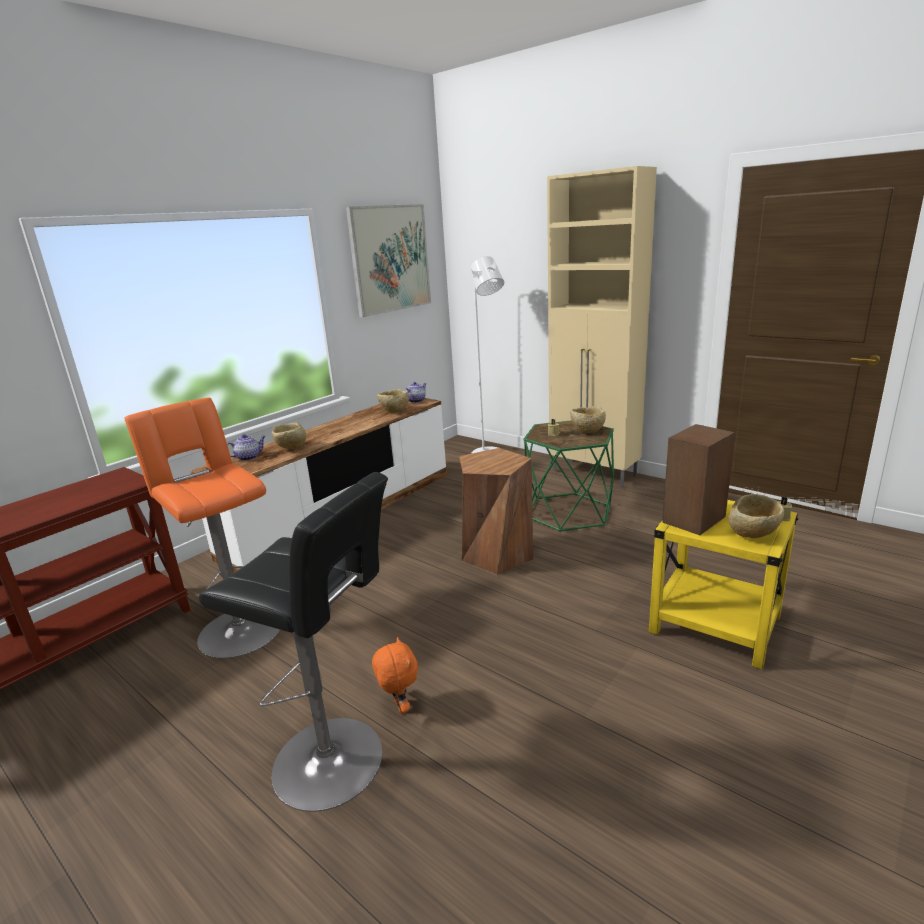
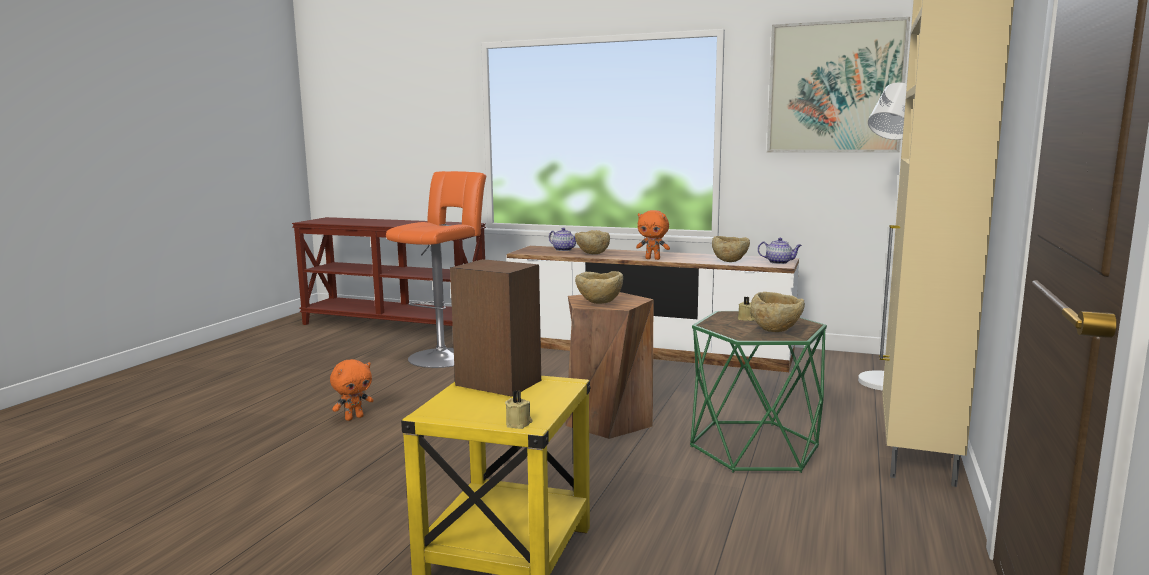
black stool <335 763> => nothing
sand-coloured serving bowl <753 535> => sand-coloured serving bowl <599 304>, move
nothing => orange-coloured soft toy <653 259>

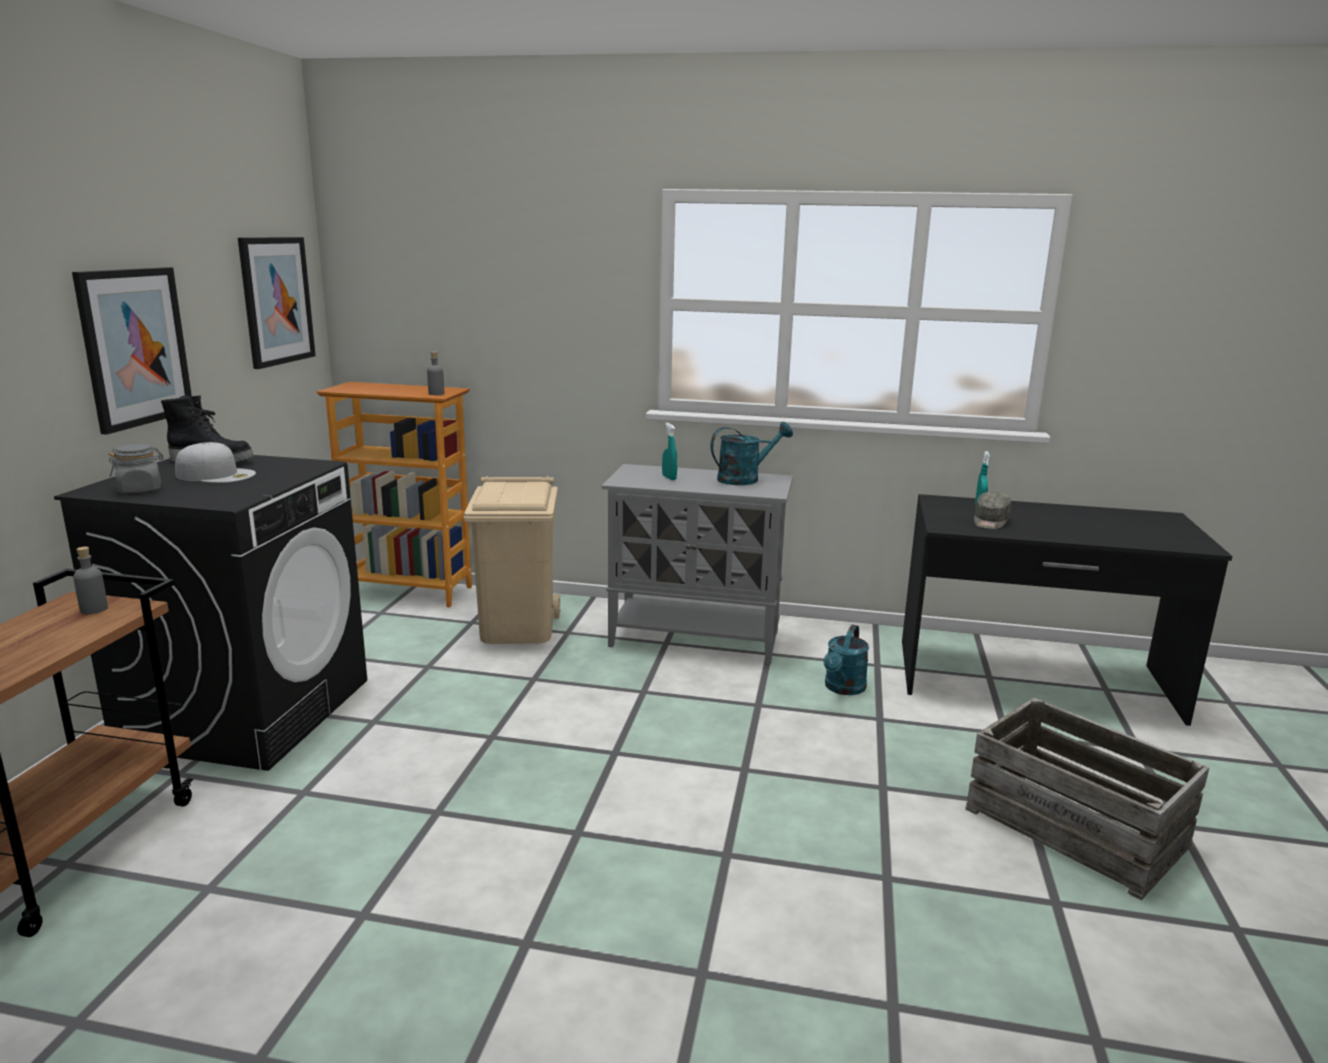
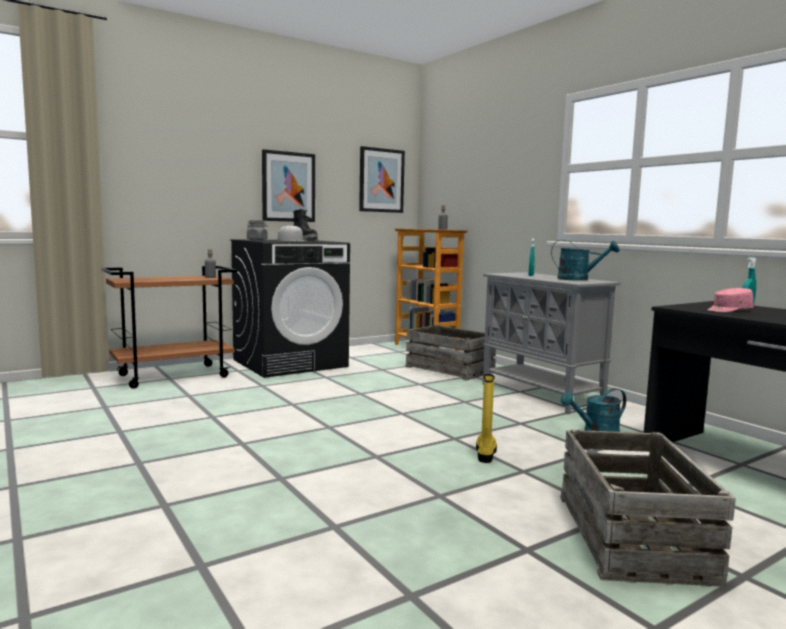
sand-coloured trash can <518 628> => packing crate <450 369>
gray baseball cap <990 521> => pink baseball cap <728 310>
nothing => yellow-coloured tall boot <485 453>

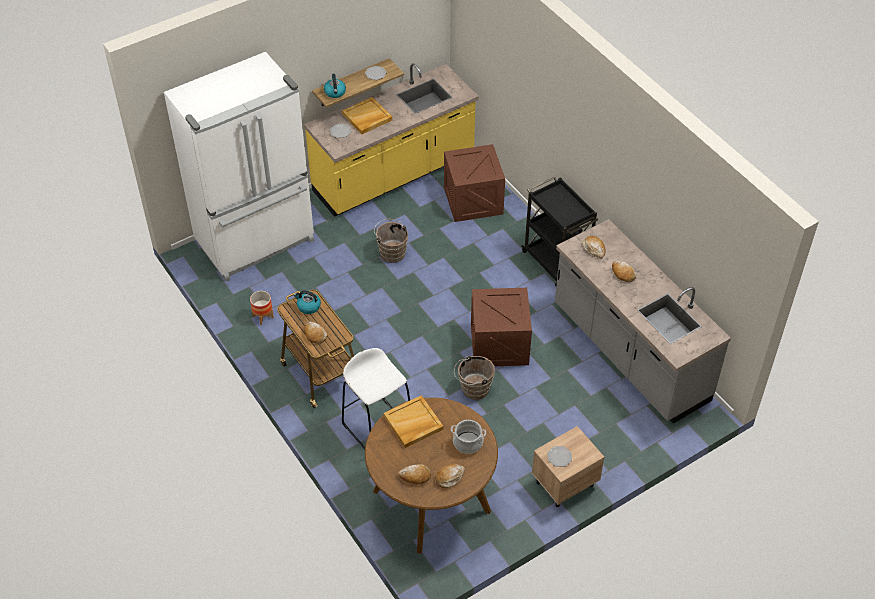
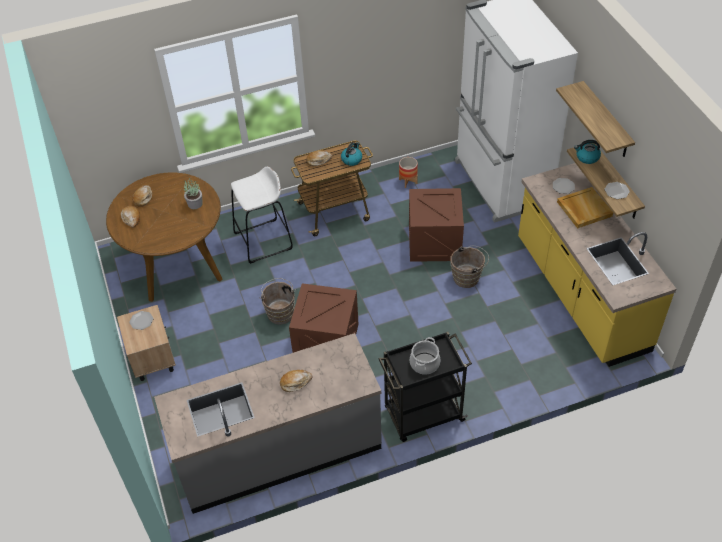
packing crate <473 200> => packing crate <434 242>, move
bakery bread <594 249> => nothing
sand-coloured tray <413 423> => potted plant <194 204>
saucepot <467 443> => saucepot <424 363>, move
nothing => shelf <606 121>

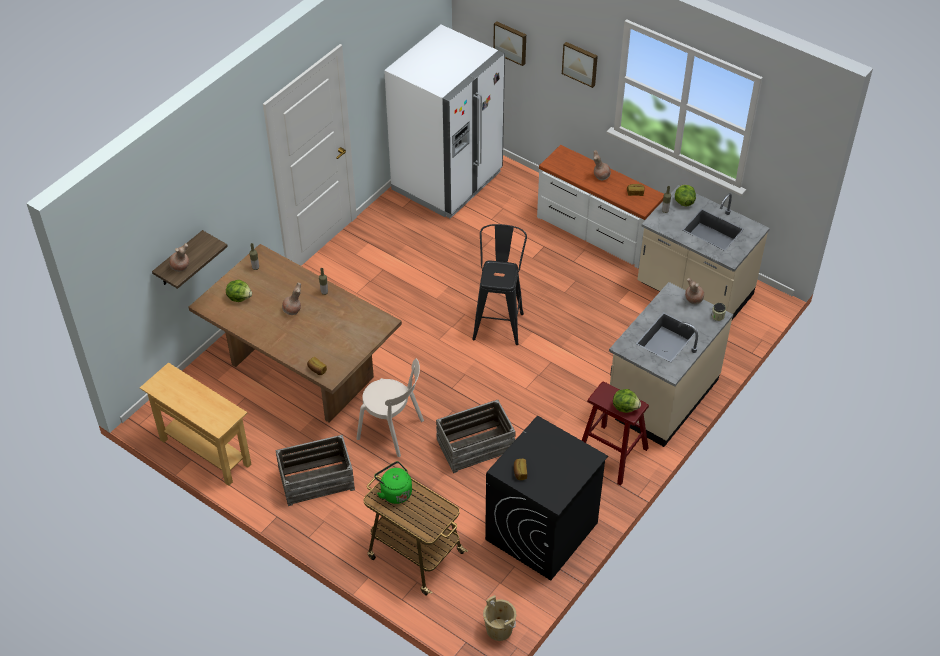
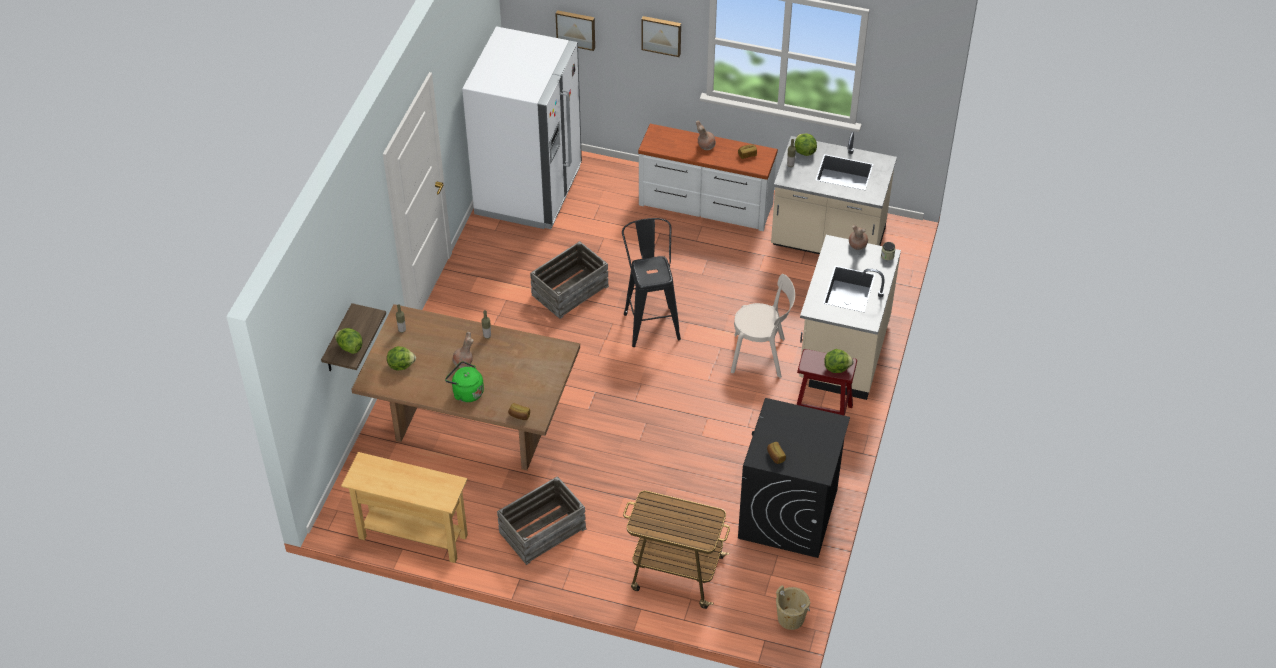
brown-coloured decorative vase <180 267> => head of lettuce <349 347>
sand-coloured chair <393 431> => sand-coloured chair <761 356>, move
packing crate <475 445> => packing crate <569 290>, move
green water kettle <394 492> => green water kettle <466 392>, move

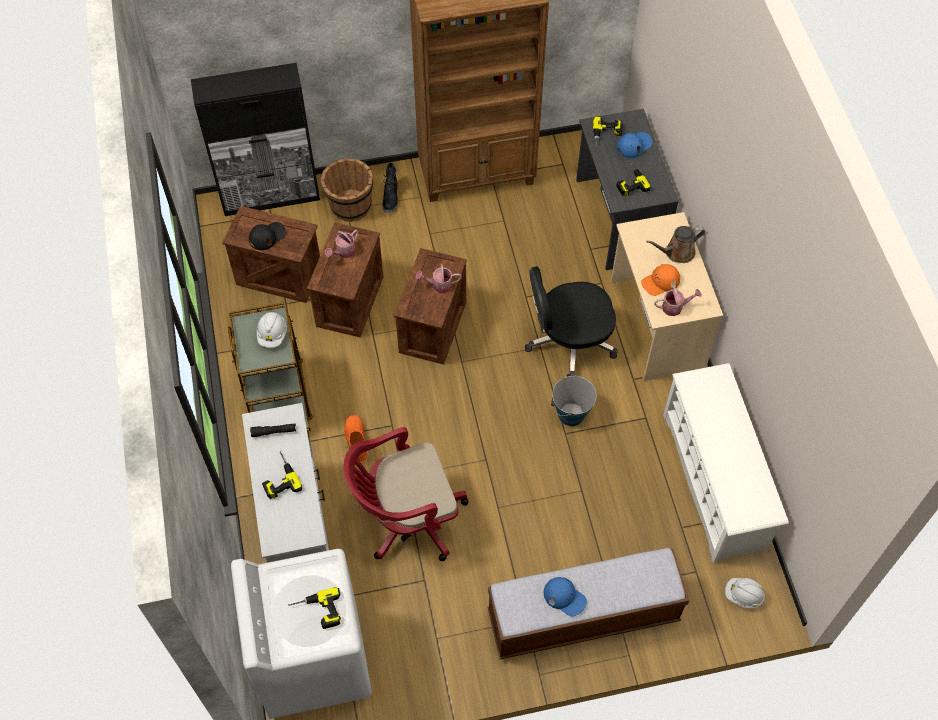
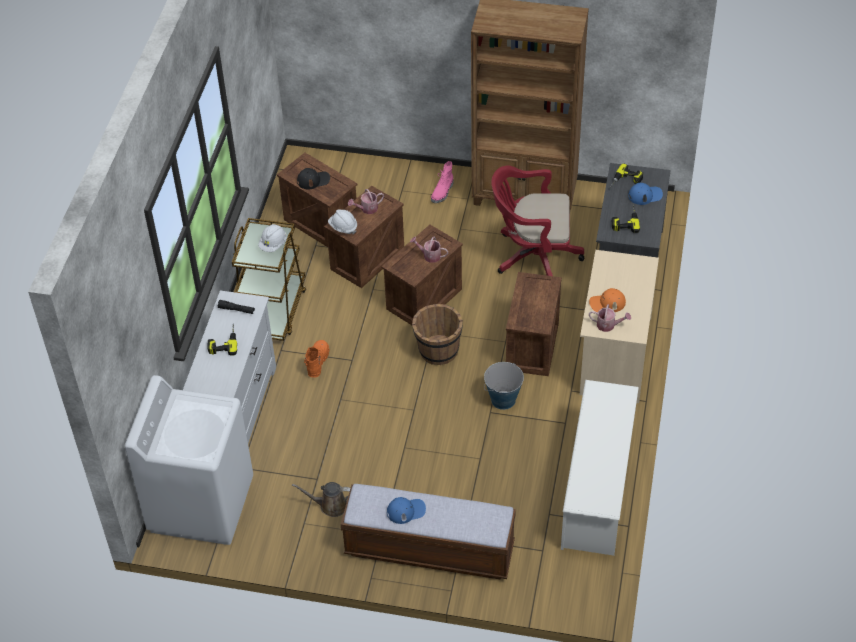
black cupboard <271 196> => nothing
brown-coloured bucket <350 206> => brown-coloured bucket <438 351>, move
black tall boot <391 198> => pink tall boot <443 192>
brown-coloured watering can <677 252> => brown-coloured watering can <330 505>, move
black computer chair <569 342> => packing crate <531 346>
red computer chair <406 519> => red computer chair <532 256>, move
blue baseball cap <564 597> => blue baseball cap <406 511>, 75 degrees counterclockwise
whitish hard hat <743 596> => whitish hard hat <343 227>, move
drill <317 612> => nothing

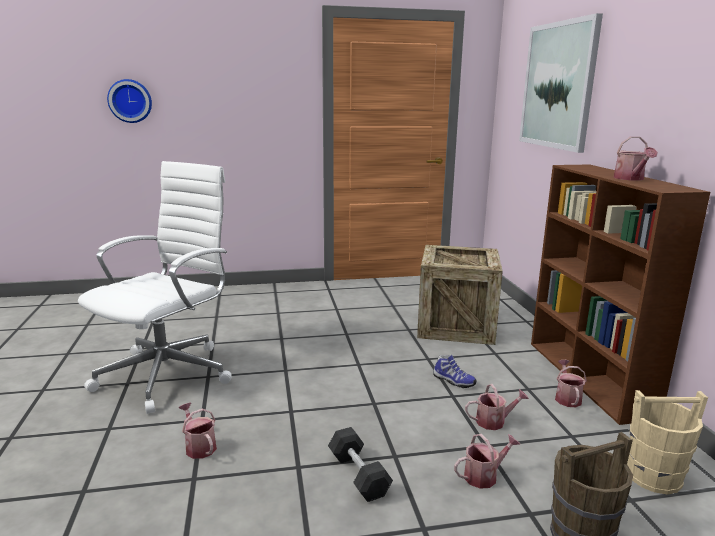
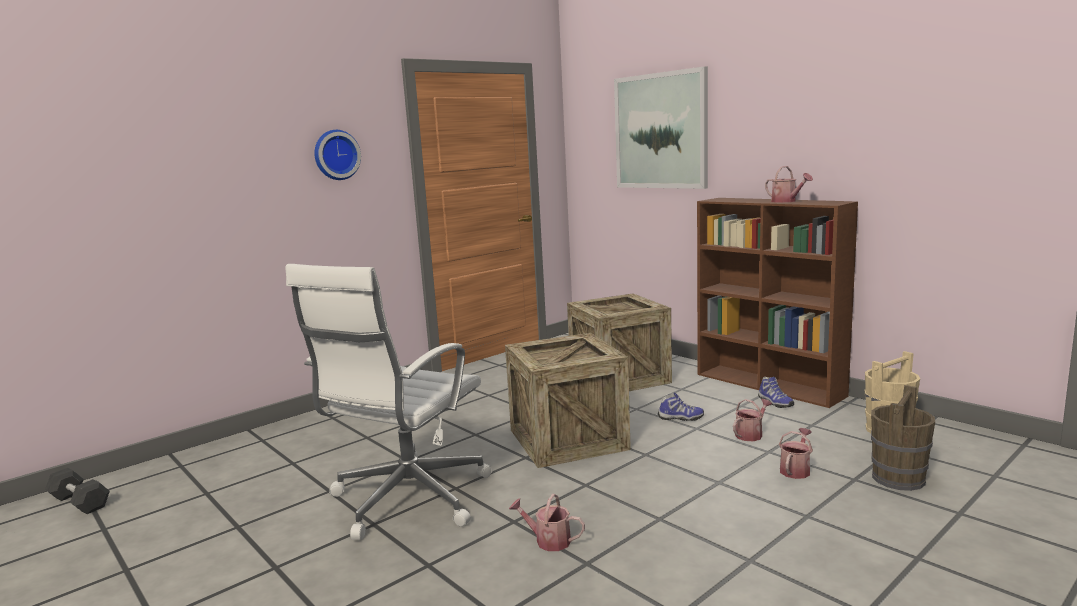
wall clock <130 101> => wall clock <336 155>, move
whitish computer chair <169 373> => whitish computer chair <407 500>, 150 degrees counterclockwise
watering can <567 397> => low shoe <774 402>
black free weight <358 475> => black free weight <79 502>, move
nothing => packing crate <568 439>

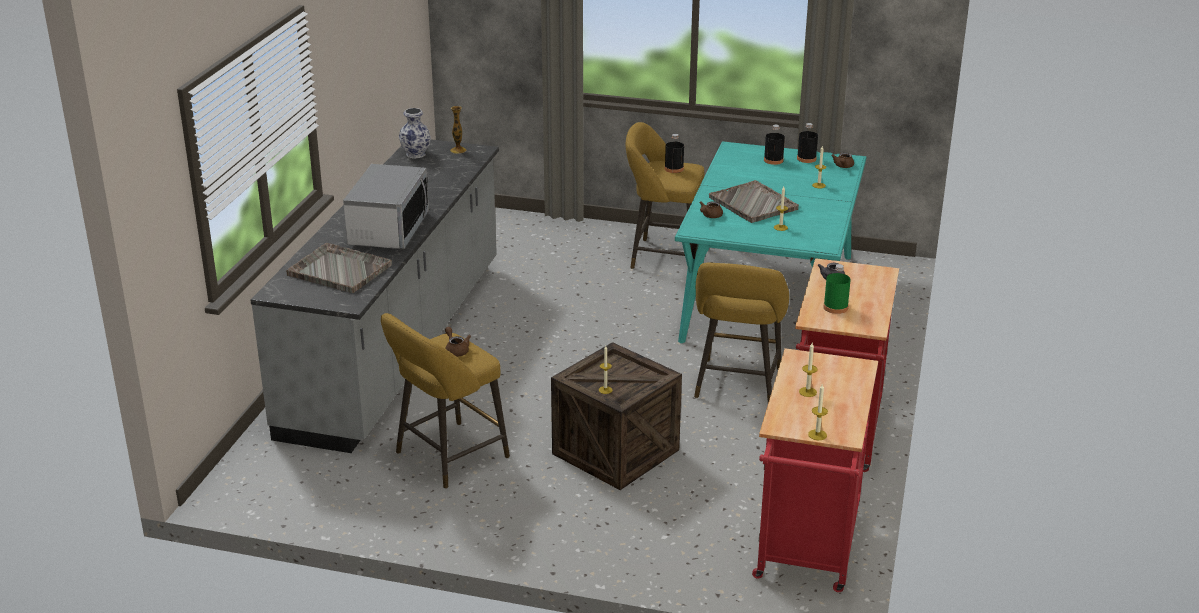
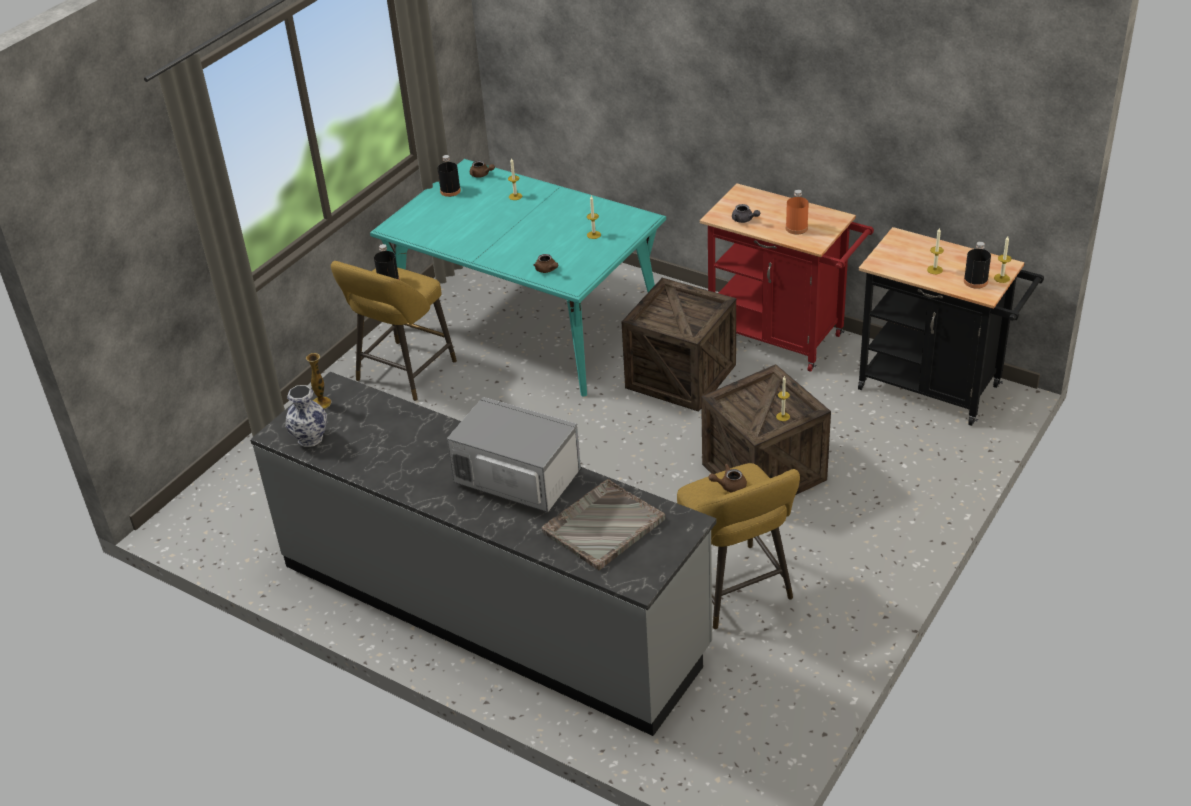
black drink bottle <773 160> => black drink bottle <975 281>, move
gray tray <753 204> => nothing
yellow-coloured stool <737 387> => packing crate <680 376>
green drink bottle <835 307> => orange-coloured drink bottle <796 228>
red wheeled cart <807 548> => black wheeled cart <938 389>

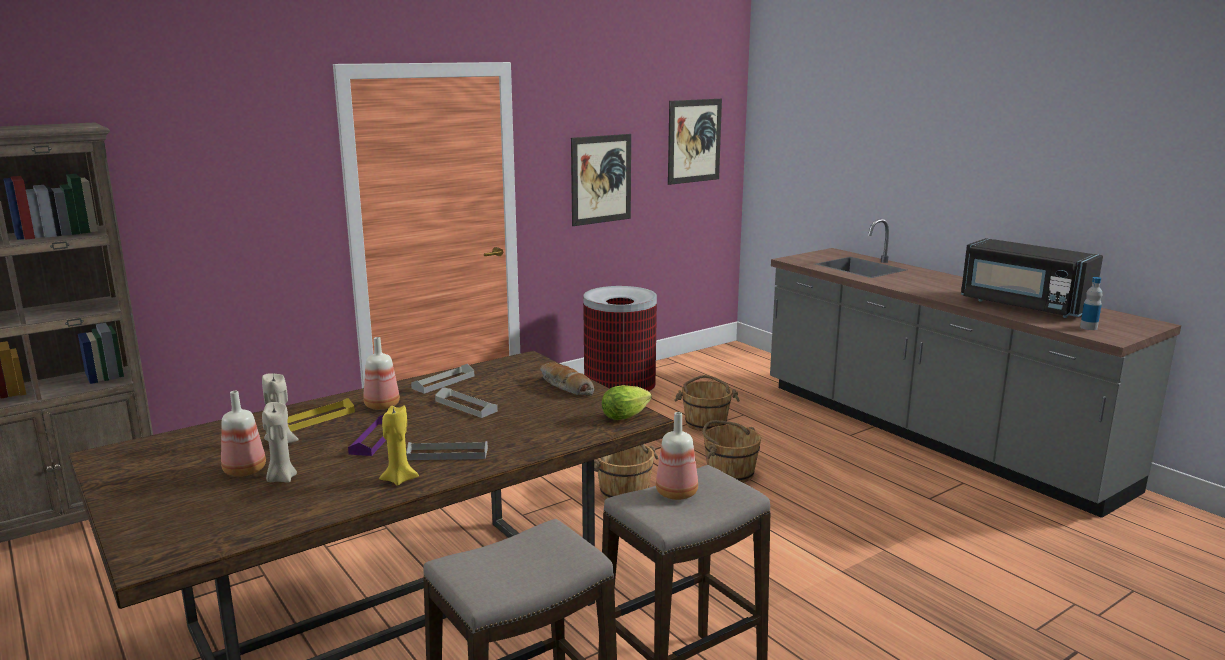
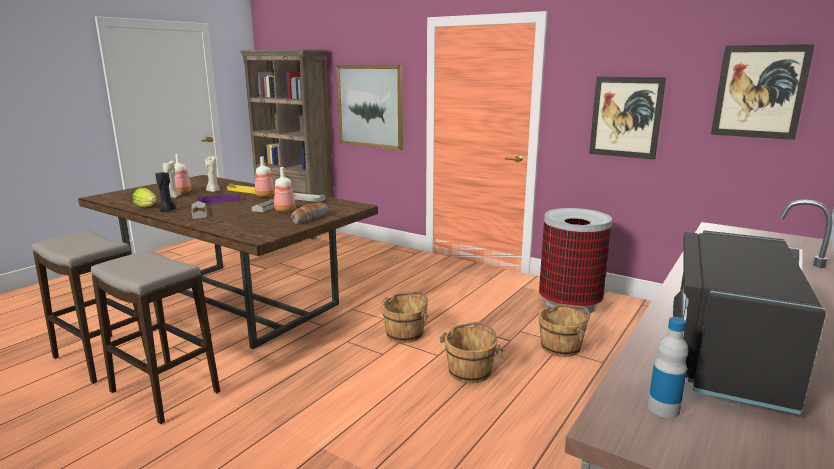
head of lettuce <627 416> => head of lettuce <147 207>, move
yellow-coloured candle <399 479> => black candle <168 210>
drink bottle <677 493> => drink bottle <285 210>, move
nothing => wall picture <370 106>

